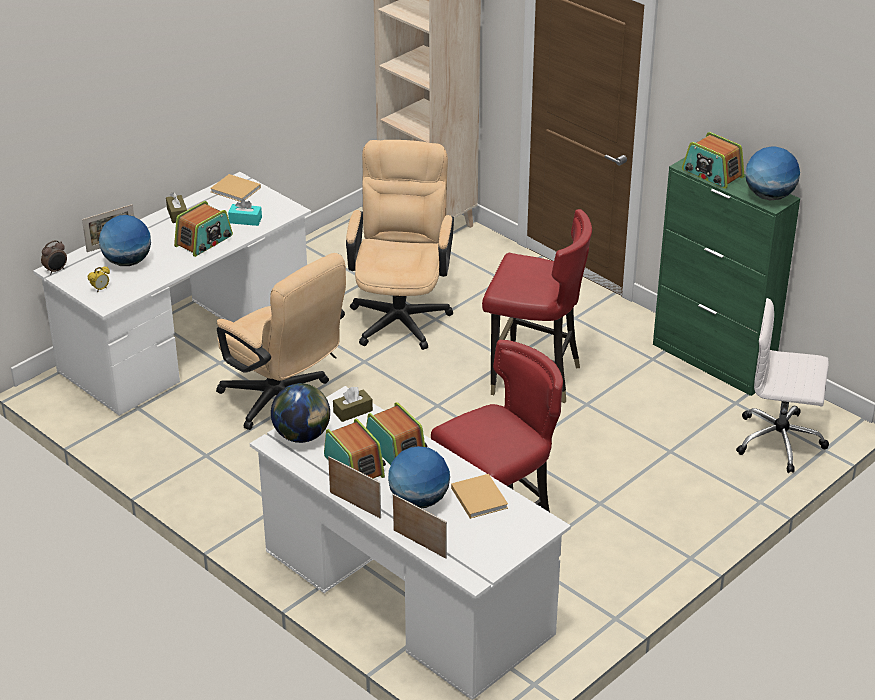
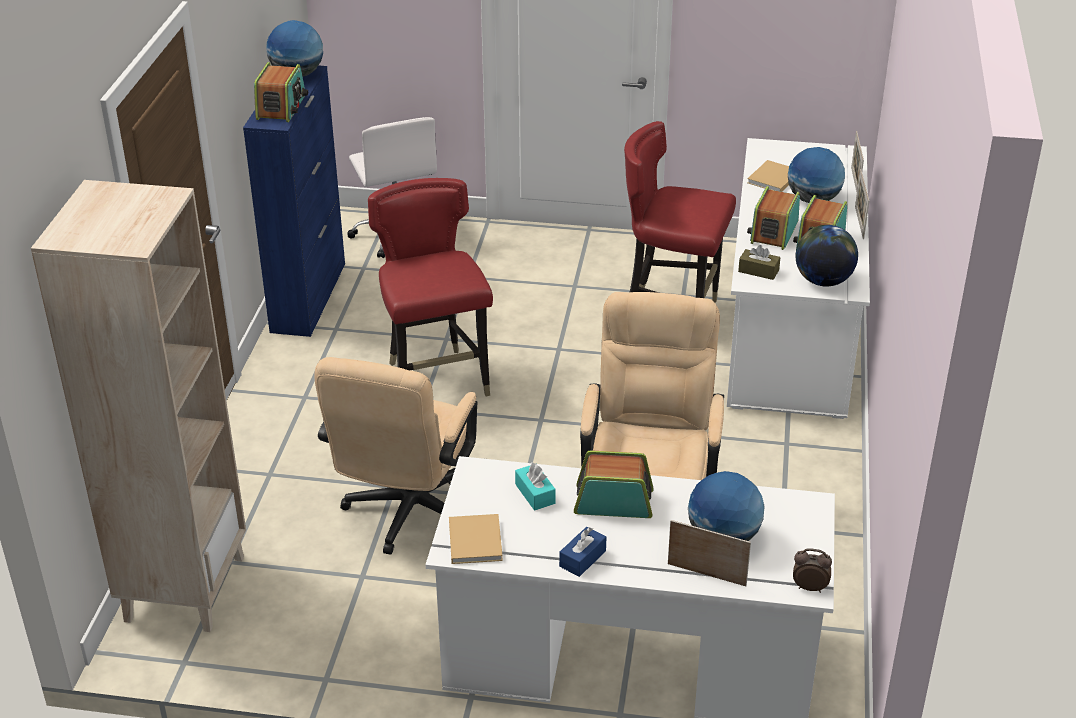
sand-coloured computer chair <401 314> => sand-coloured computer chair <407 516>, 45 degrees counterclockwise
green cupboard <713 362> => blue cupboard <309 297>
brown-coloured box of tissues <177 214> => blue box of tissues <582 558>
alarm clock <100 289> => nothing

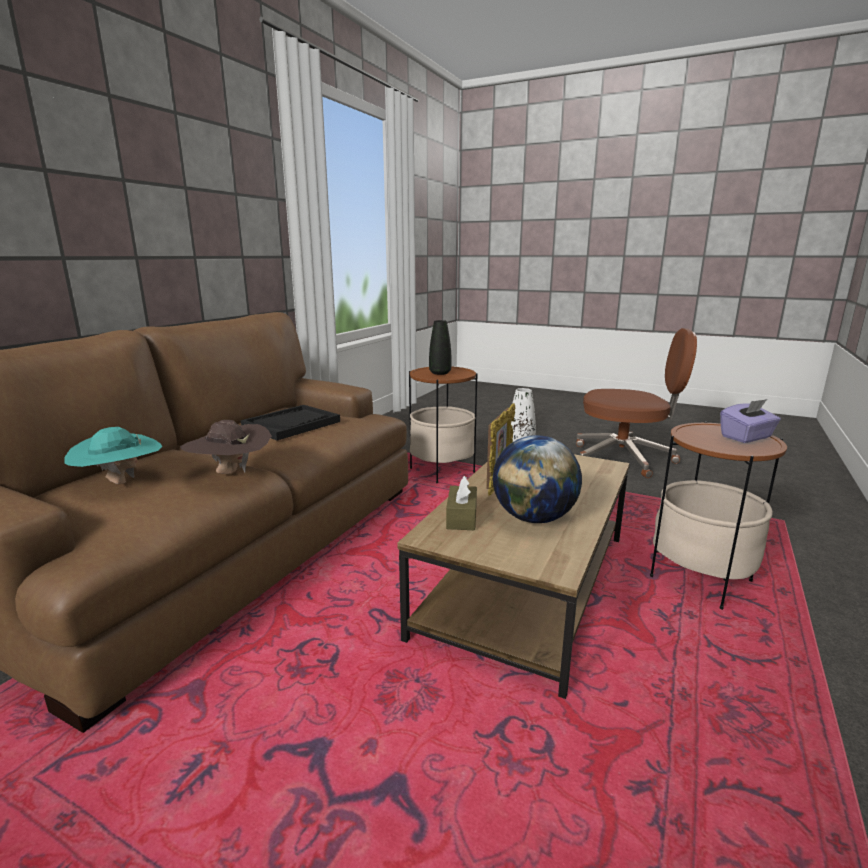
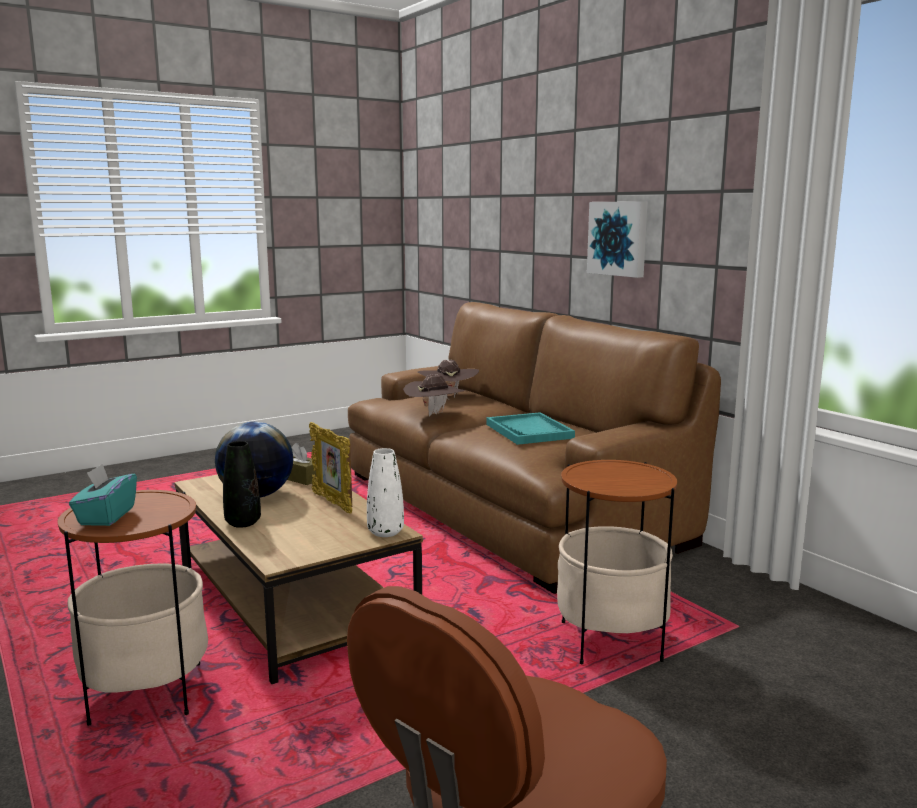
black decorative vase <440 373> => black decorative vase <243 523>, move
purple-coloured box of tissues <746 437> => turquoise box of tissues <106 516>
black tray <291 424> => turquoise tray <529 431>
turquoise wearable hat <120 483> => brown-coloured wearable hat <448 396>
nothing => wall picture <619 238>

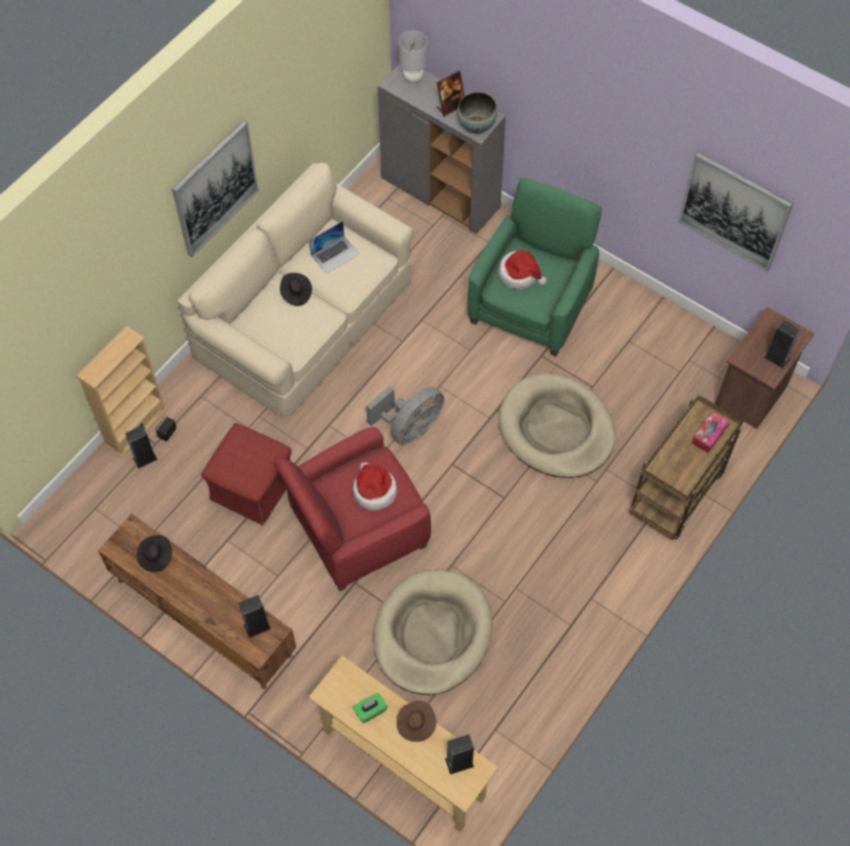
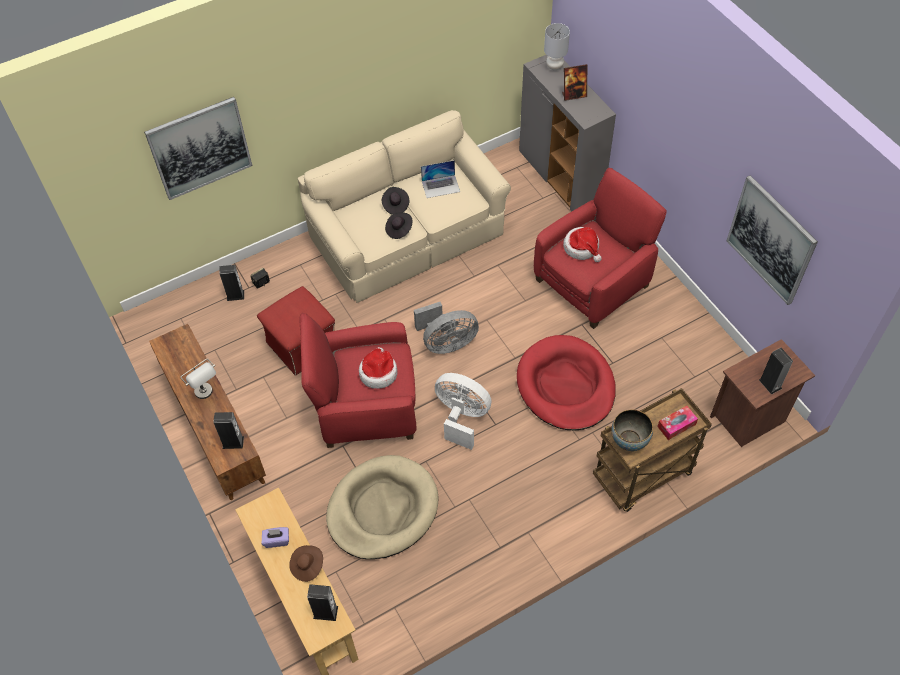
serving bowl <476 126> => serving bowl <629 440>, move
wall picture <215 188> => wall picture <200 148>, move
green easy chair <531 304> => red easy chair <593 282>
sand-coloured shelving unit <136 427> => nothing
sand-coloured dog bed <556 429> => red dog bed <565 385>
black wearable hat <156 557> => black wearable hat <399 230>, move
green box of tissues <370 711> => purple-coloured box of tissues <277 540>
nothing => gray lamp for a table <207 395>
nothing => whitish cooling fan <461 417>

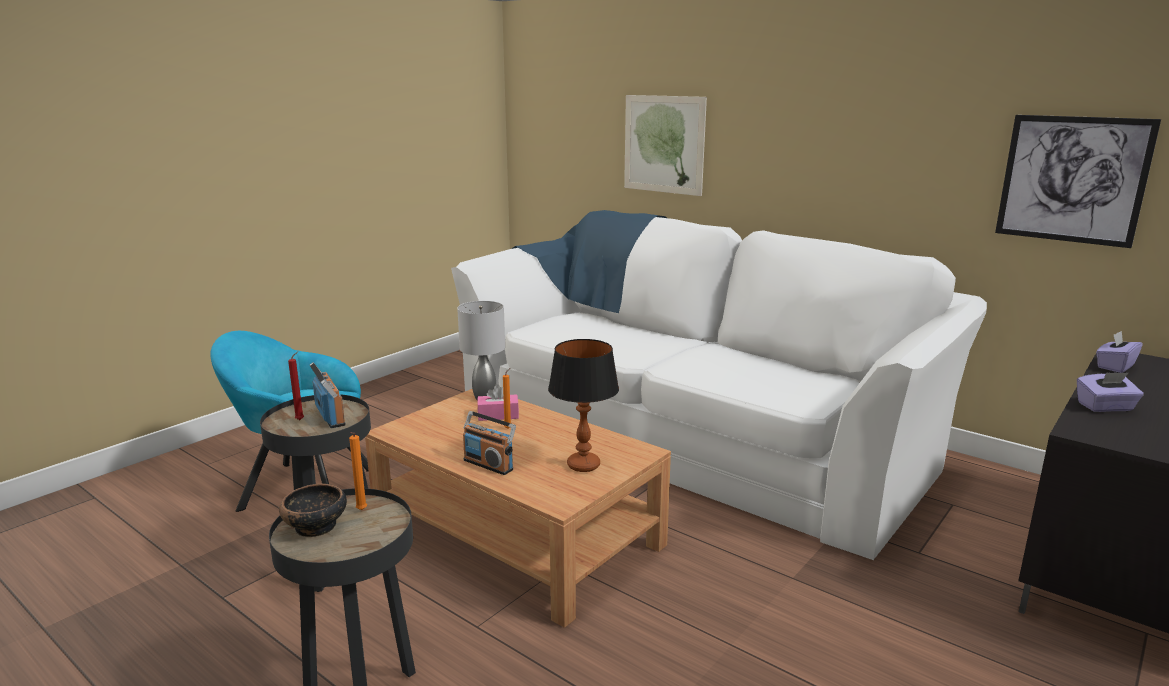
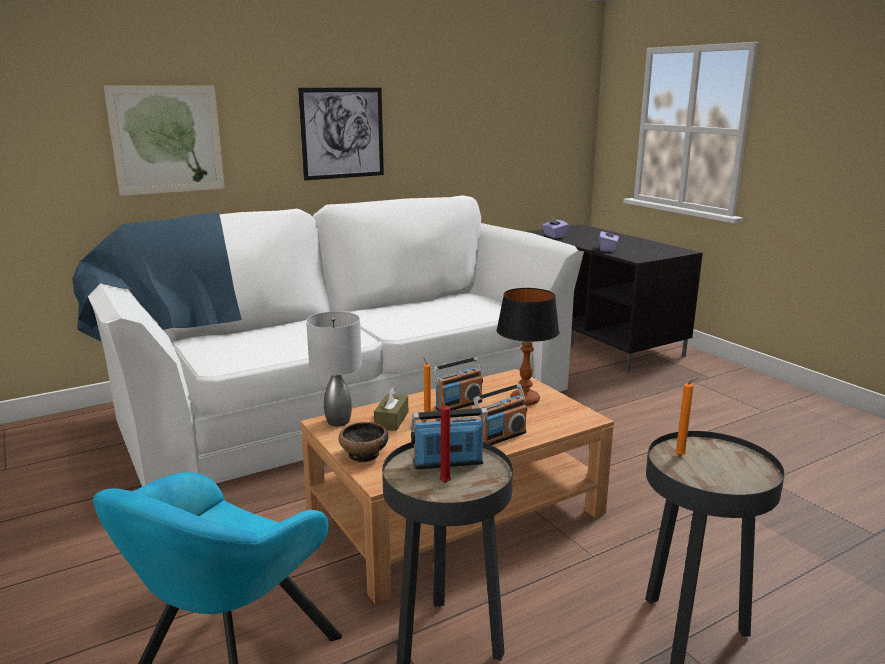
wall picture <1072 179> => wall picture <342 133>, move
pink box of tissues <498 415> => brown-coloured box of tissues <391 420>
serving bowl <315 527> => serving bowl <364 454>, move
nothing => radio receiver <458 405>

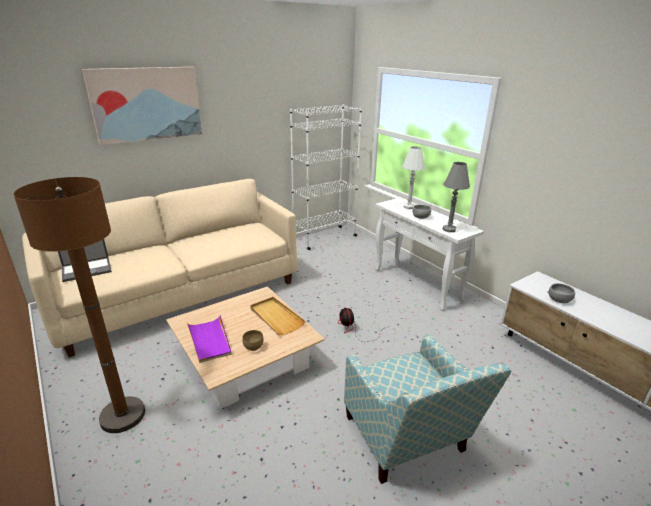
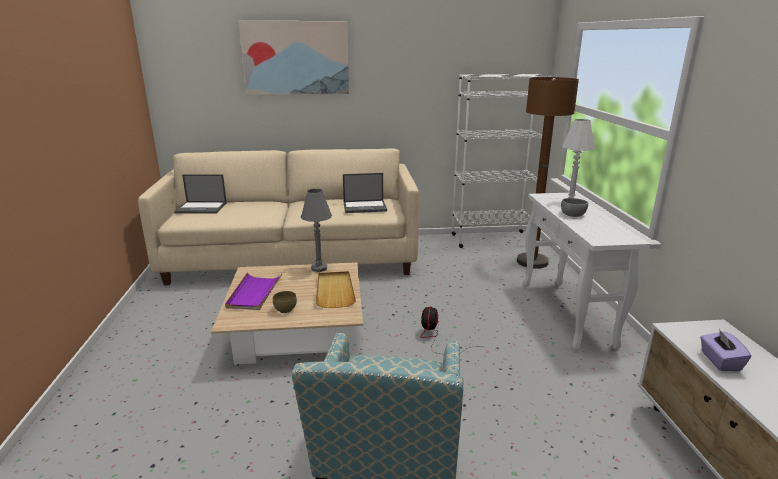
gray lamp for a table <449 229> => gray lamp for a table <319 268>, move
brown-coloured standard lamp <122 416> => brown-coloured standard lamp <532 262>, move
gray serving bowl <559 299> => purple-coloured box of tissues <719 361>
nothing => notebook computer <365 207>

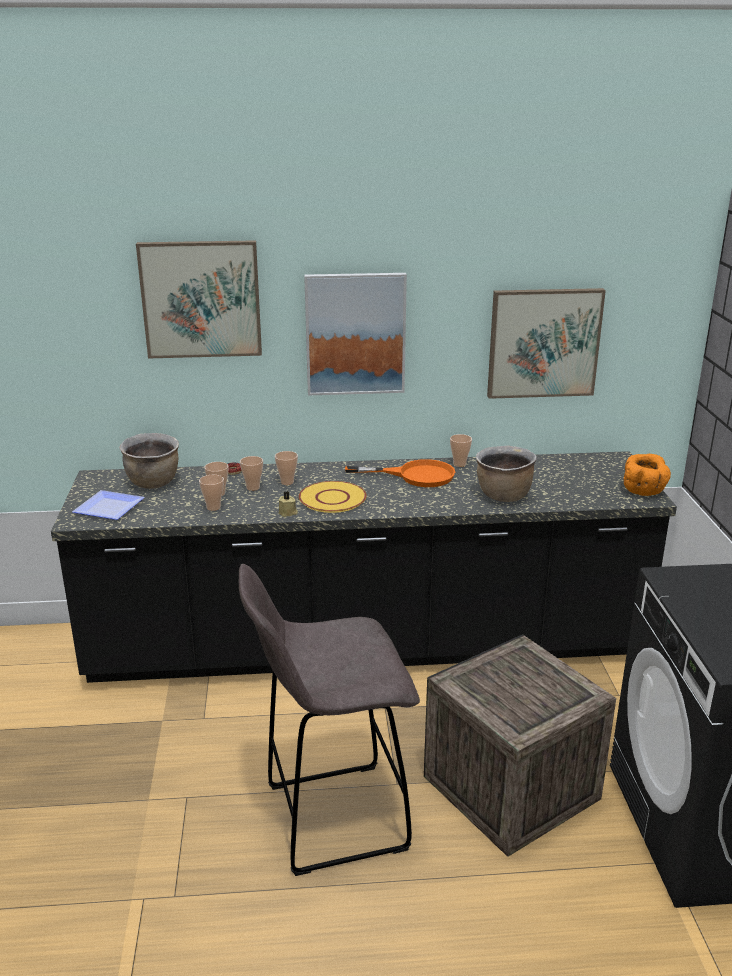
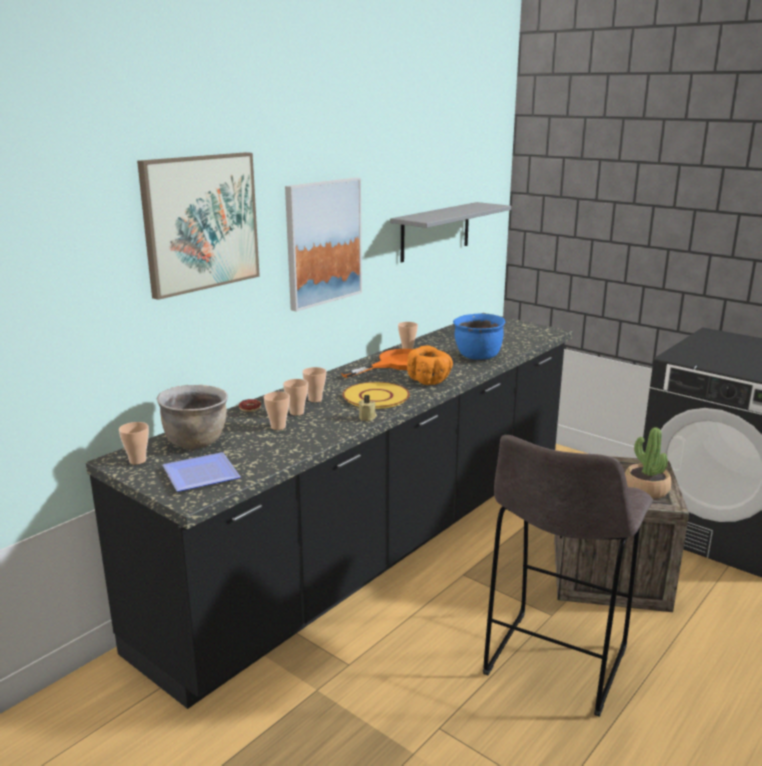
wall picture <543 343> => gray shelf <435 231>
brown-coloured saucepot <503 496> => blue saucepot <478 356>
orange-coloured serving bowl <644 490> => orange-coloured serving bowl <429 380>, move
drinking cup <213 507> => drinking cup <137 460>, move
nothing => potted plant <645 489>

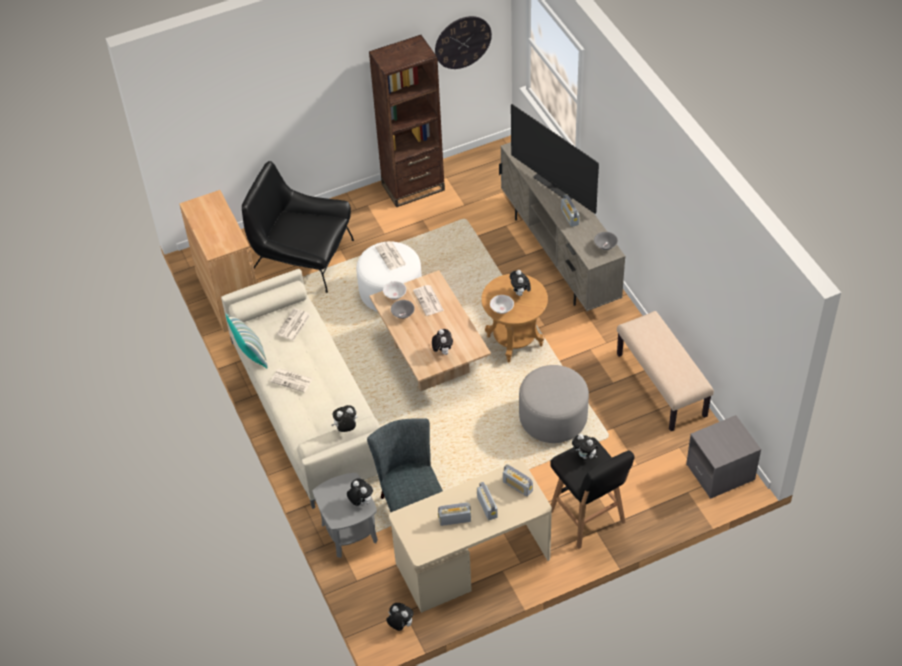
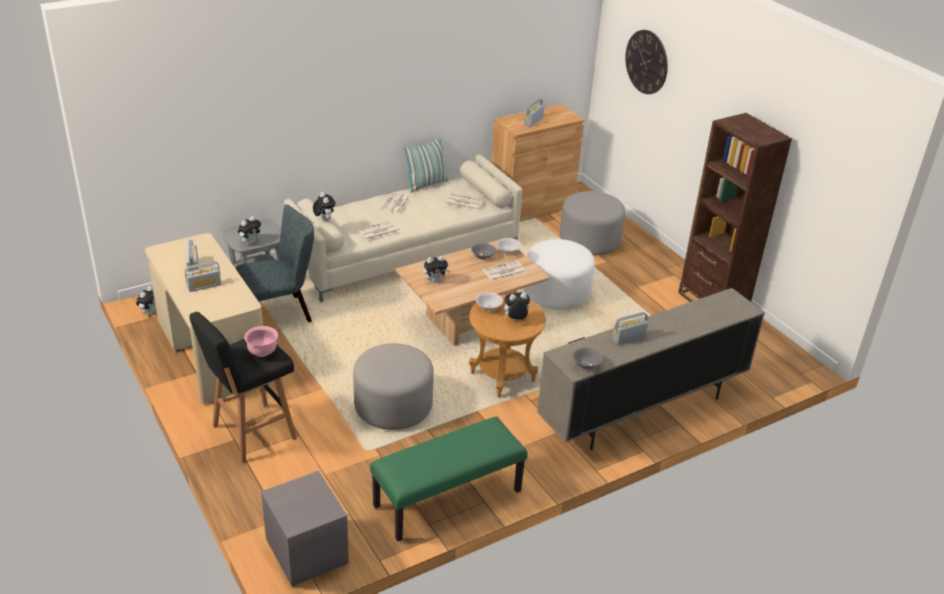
wall clock <463 42> => wall clock <646 62>, move
TV set <553 187> => nothing
black easy chair <302 257> => gray pouffe <589 241>
daily paper <391 256> => daily paper <378 231>, move
sand-coloured indoor bench <662 385> => green indoor bench <447 499>
soft toy <585 455> => pink serving bowl <262 352>
radio receiver <517 486> => radio receiver <533 121>, move

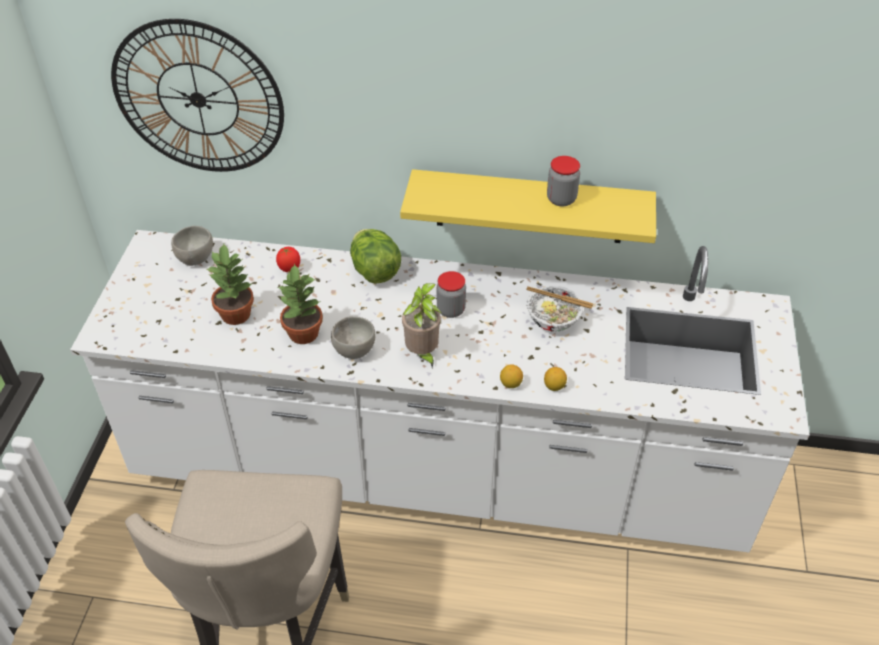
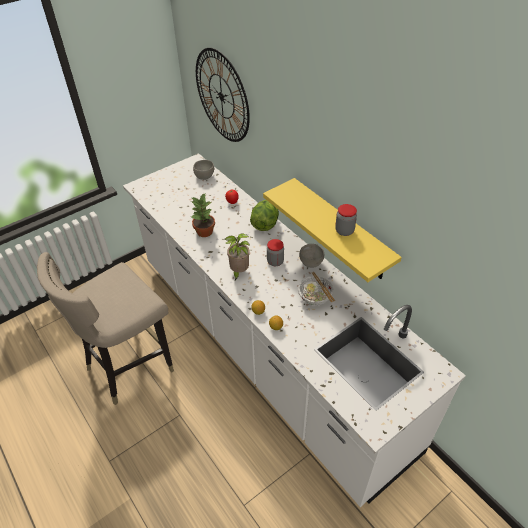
potted plant <236 314> => nothing
gray serving bowl <354 349> => gray serving bowl <311 262>, move

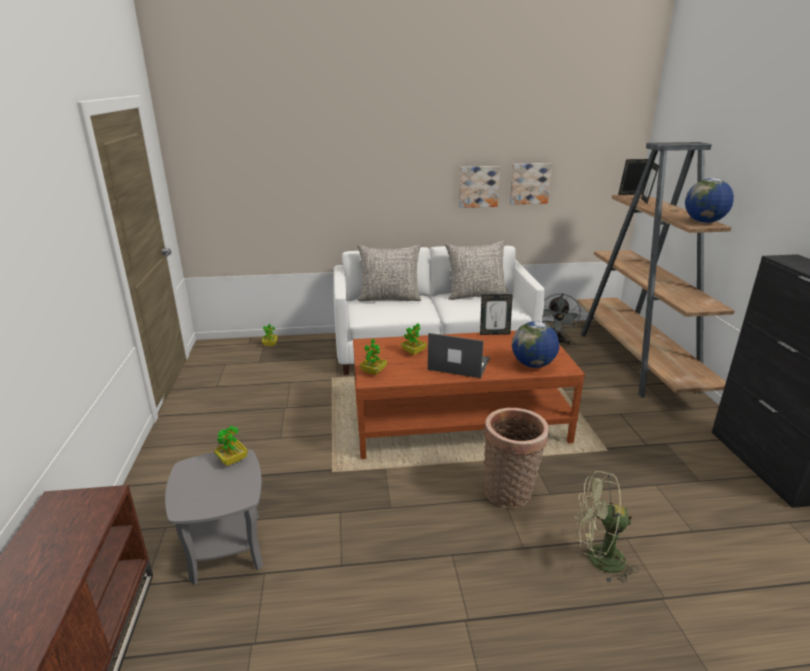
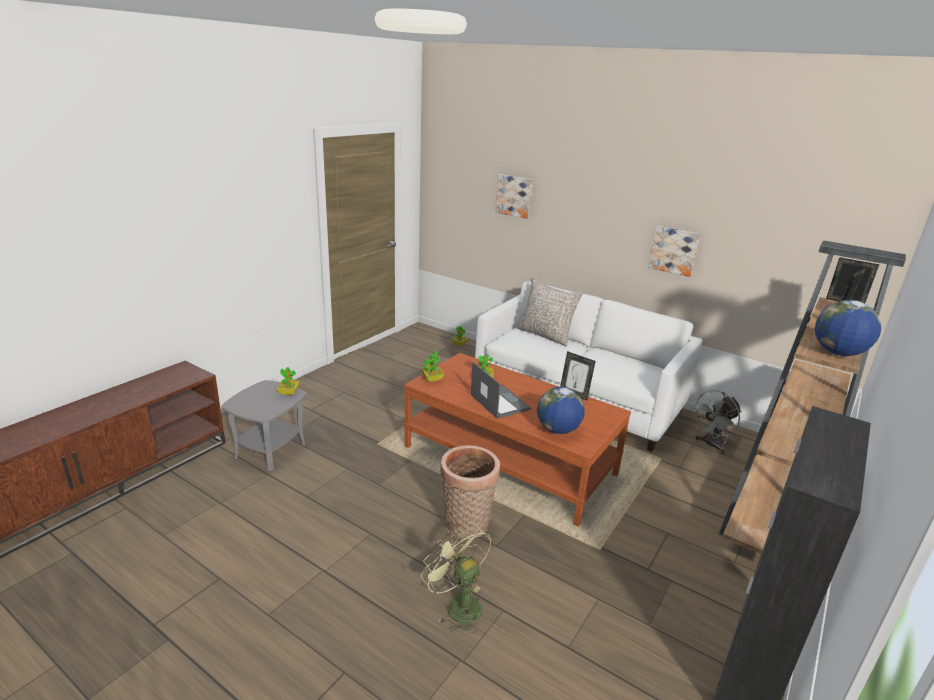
wall picture <529 183> => wall picture <514 196>, move
gray throw pillow <475 295> => nothing

